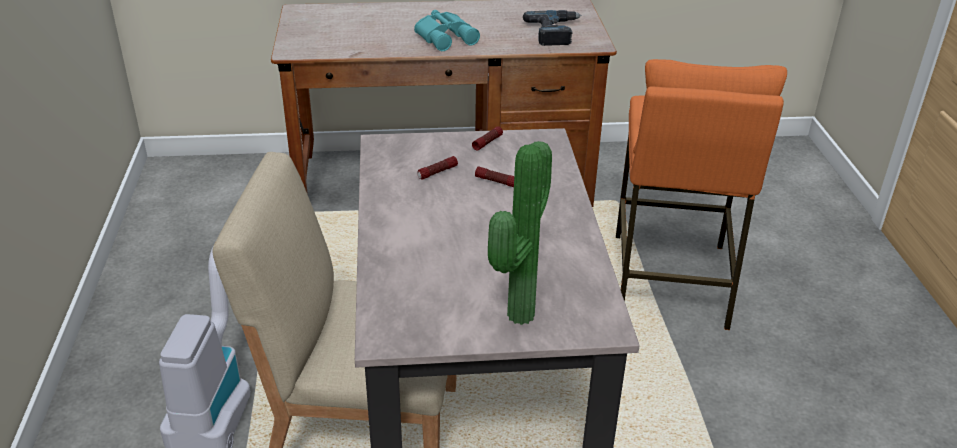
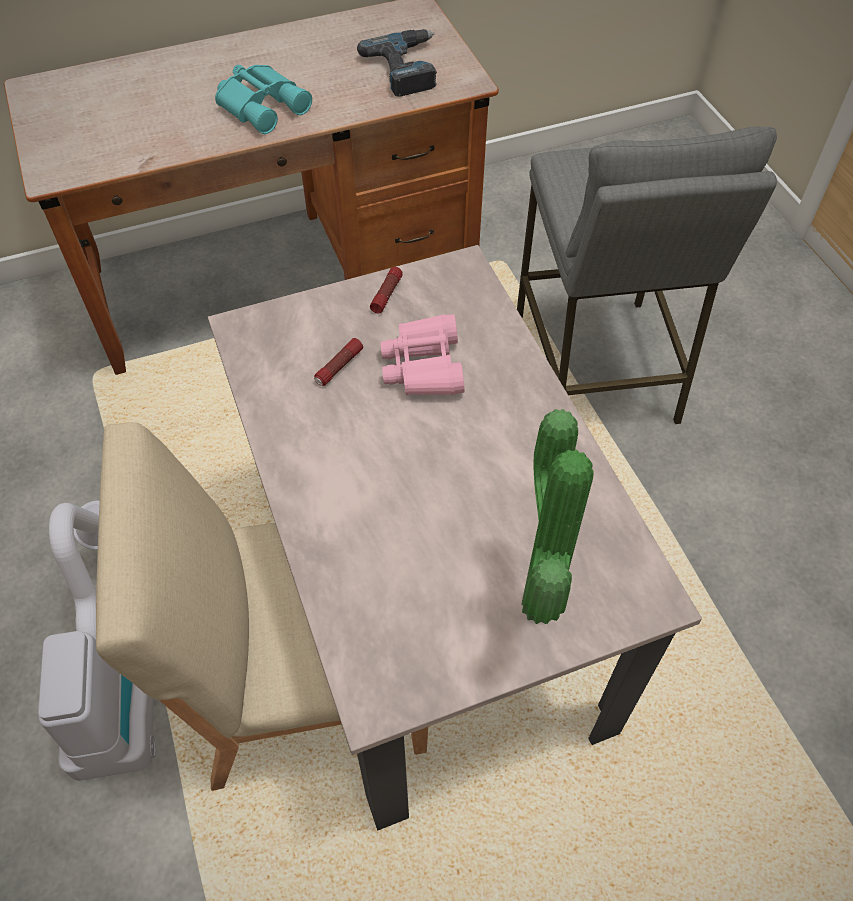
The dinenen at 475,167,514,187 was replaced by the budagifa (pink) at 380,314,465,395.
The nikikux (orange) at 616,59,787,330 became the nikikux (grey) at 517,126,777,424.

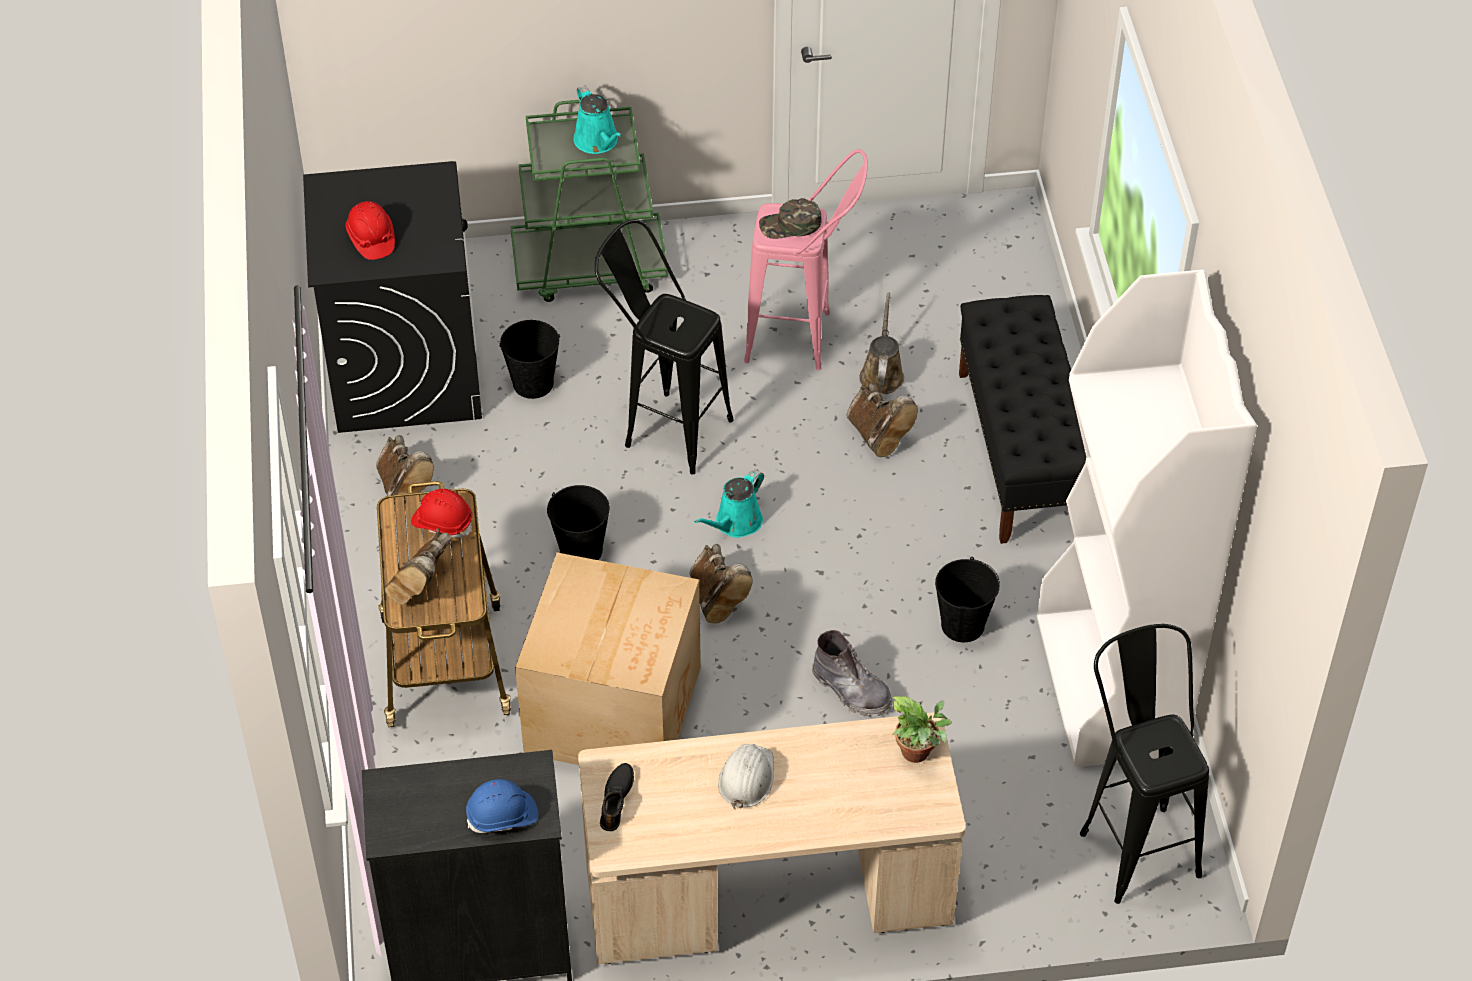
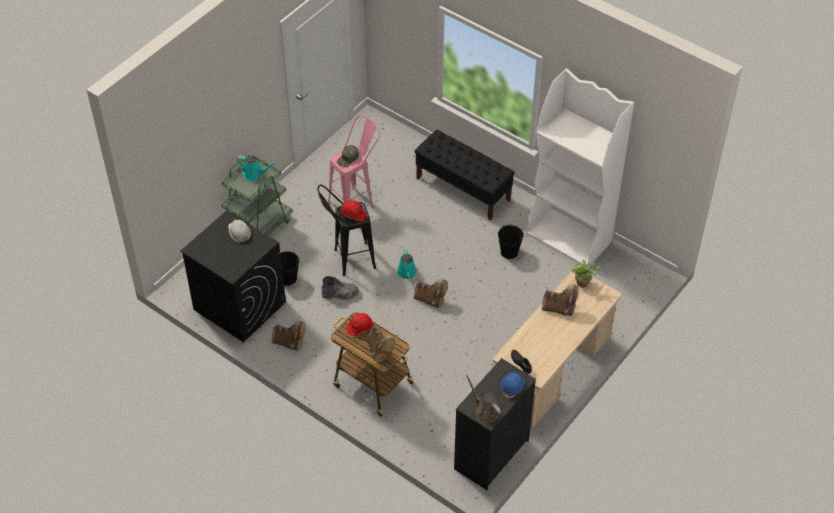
The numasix at 515,552,701,765 disappeared.
The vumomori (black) at 547,485,610,560 disappeared.
The nikikux (black) at 1080,624,1209,904 disappeared.
The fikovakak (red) moved from 345,201,395,260 to 341,200,366,222.
The fikovakak (white) moved from 718,744,774,809 to 228,220,251,242.
The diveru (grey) moved from 812,630,893,716 to 321,276,359,300.
The diveru (brown) moved from 846,383,918,457 to 542,284,579,316.
The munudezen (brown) moved from 859,293,904,394 to 466,375,501,423.

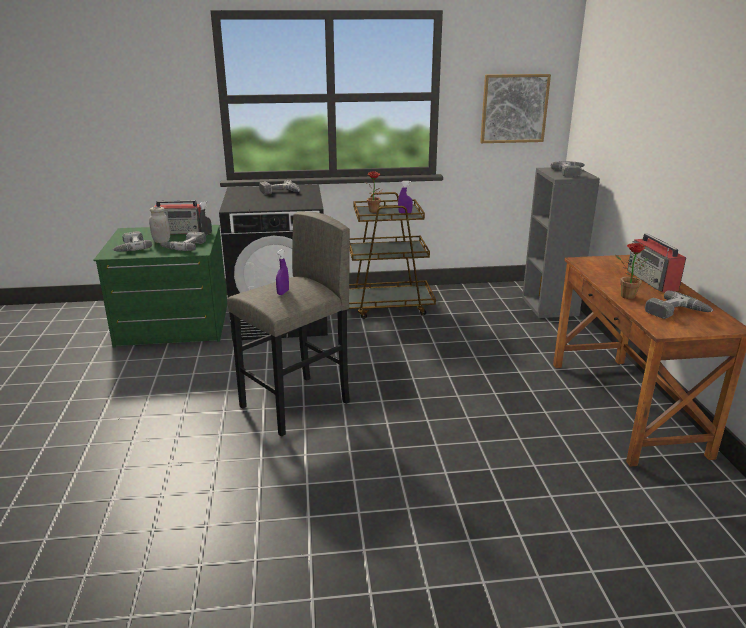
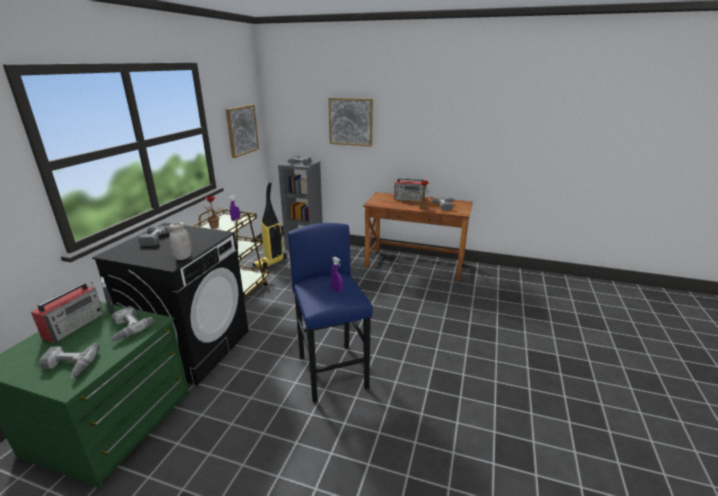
The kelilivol at 253,182,287,270 appeared.
The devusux at 328,98,373,147 appeared.
The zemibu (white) moved from 149,207,170,243 to 169,222,192,260.
The nikikux (grey) at 227,211,350,436 became the nikikux (blue) at 288,223,373,403.

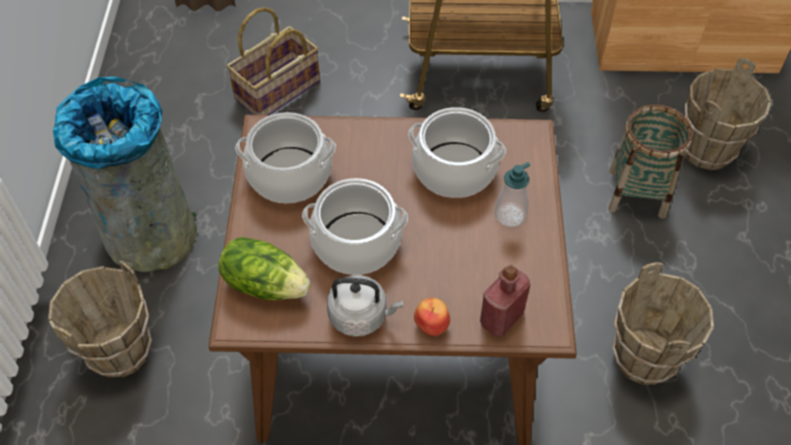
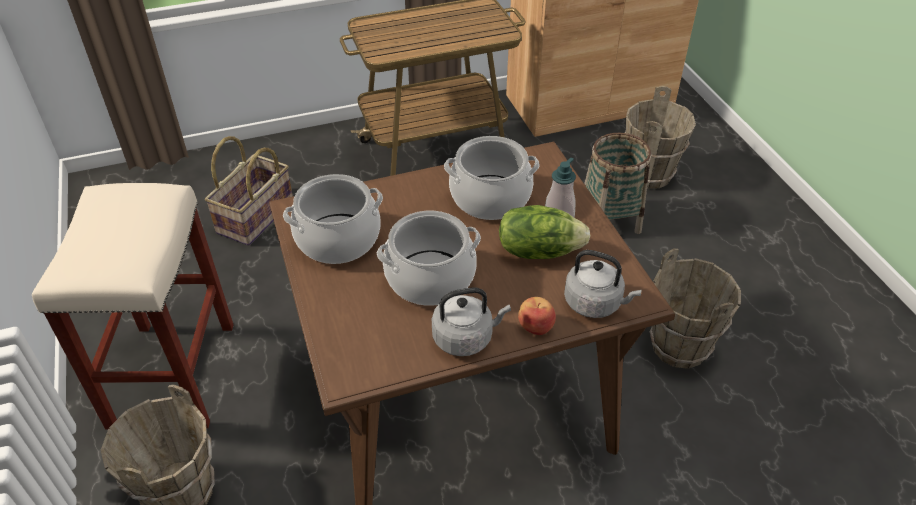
The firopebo moved from 218,237,311,300 to 499,205,590,259.
The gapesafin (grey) at 53,76,197,272 was replaced by the nikikux (beige) at 32,183,234,430.
The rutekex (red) at 480,265,531,337 was replaced by the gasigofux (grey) at 564,250,642,318.

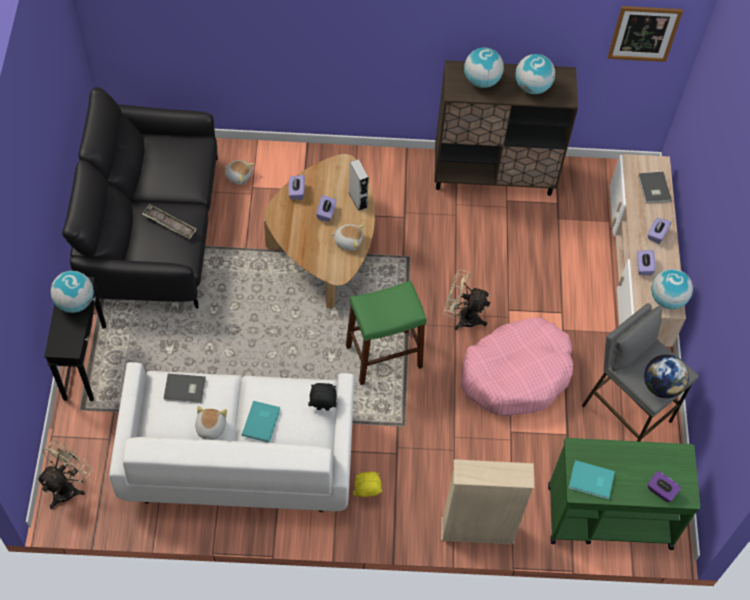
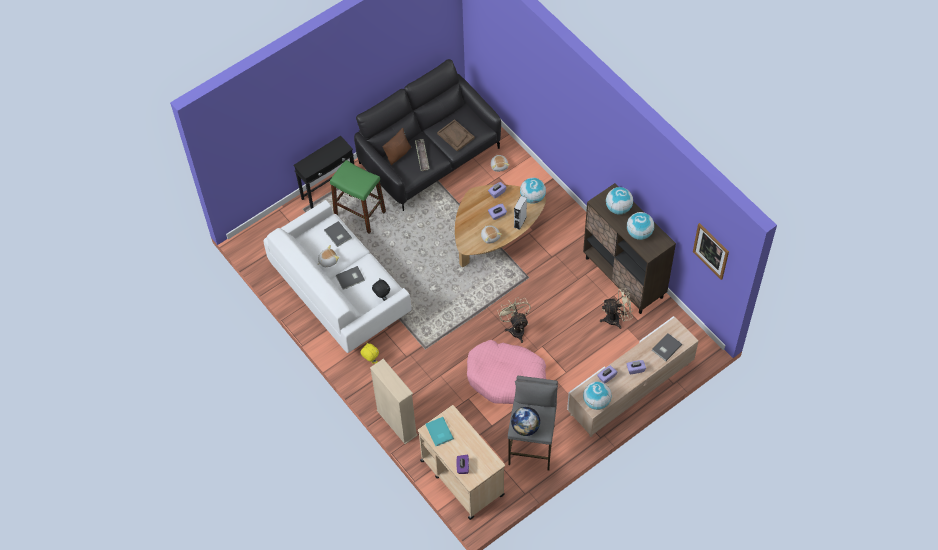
The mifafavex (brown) at 382,128,411,165 appeared.
The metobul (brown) at 437,119,475,152 appeared.
The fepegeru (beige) moved from 37,440,92,509 to 600,288,633,329.
The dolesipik moved from 50,271,94,313 to 520,178,546,204.
The nikikux (green) moved from 346,281,427,385 to 330,160,386,233.
The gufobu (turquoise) at 242,401,280,443 became the gufobu (grey) at 336,266,365,290.
The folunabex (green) at 548,438,700,550 became the folunabex (beige) at 418,405,505,520.

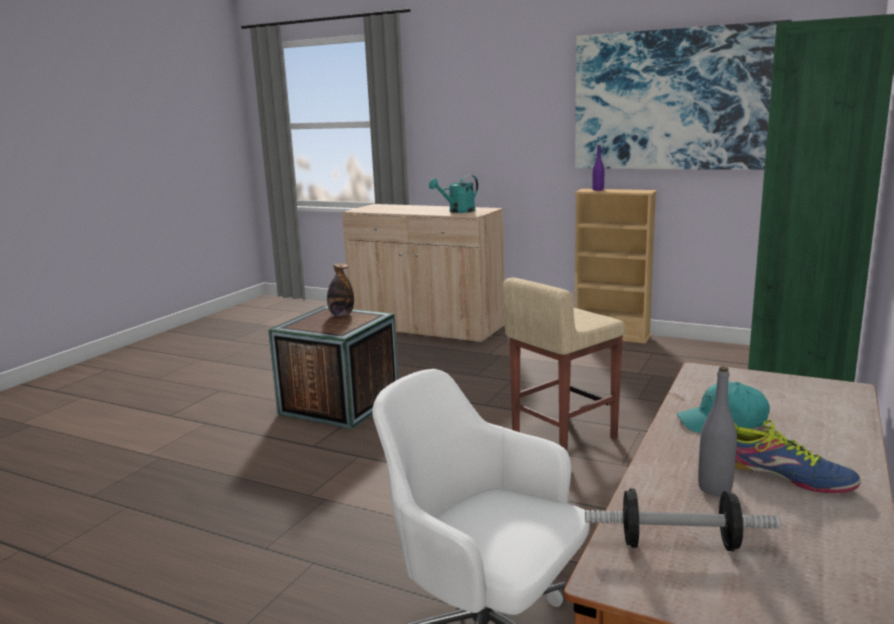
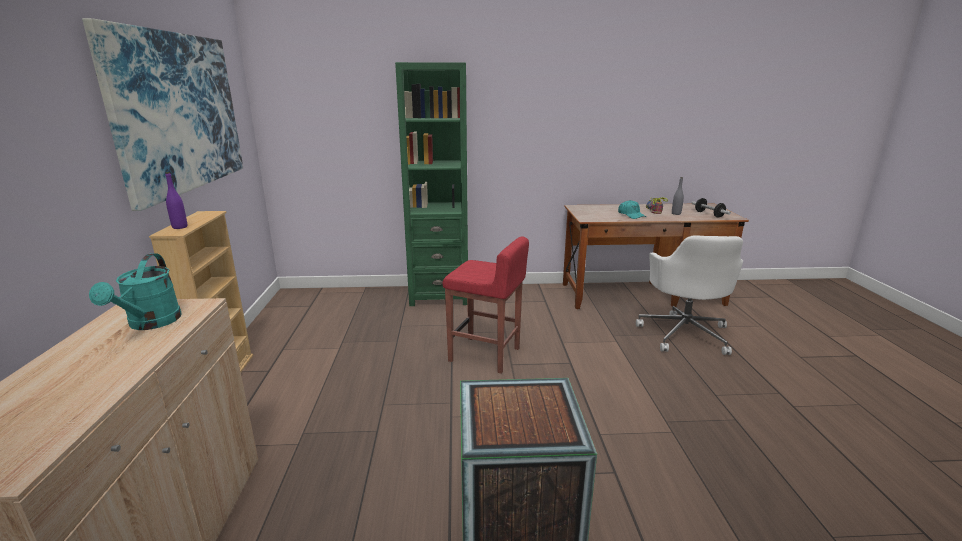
The rutekex at 327,263,354,316 disappeared.
The nikikux (beige) at 502,277,626,452 became the nikikux (red) at 443,236,529,374.
The munudezen (turquoise) at 429,175,478,213 turned 60 degrees clockwise.

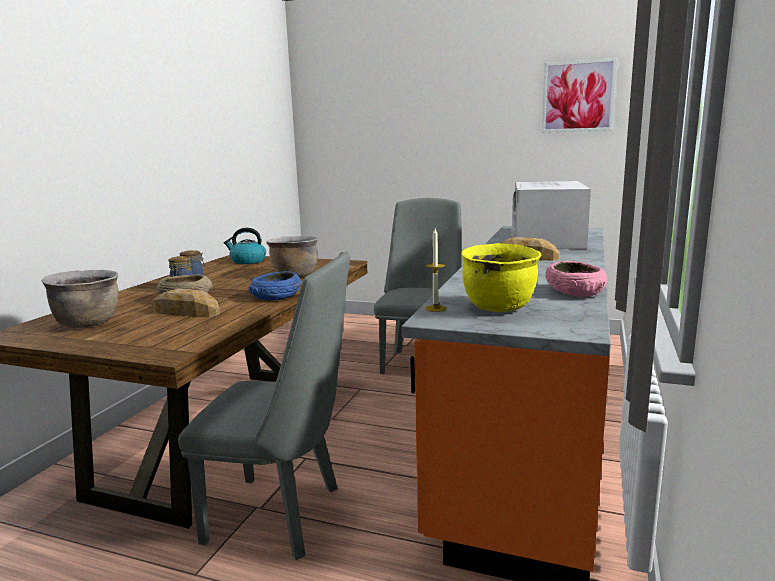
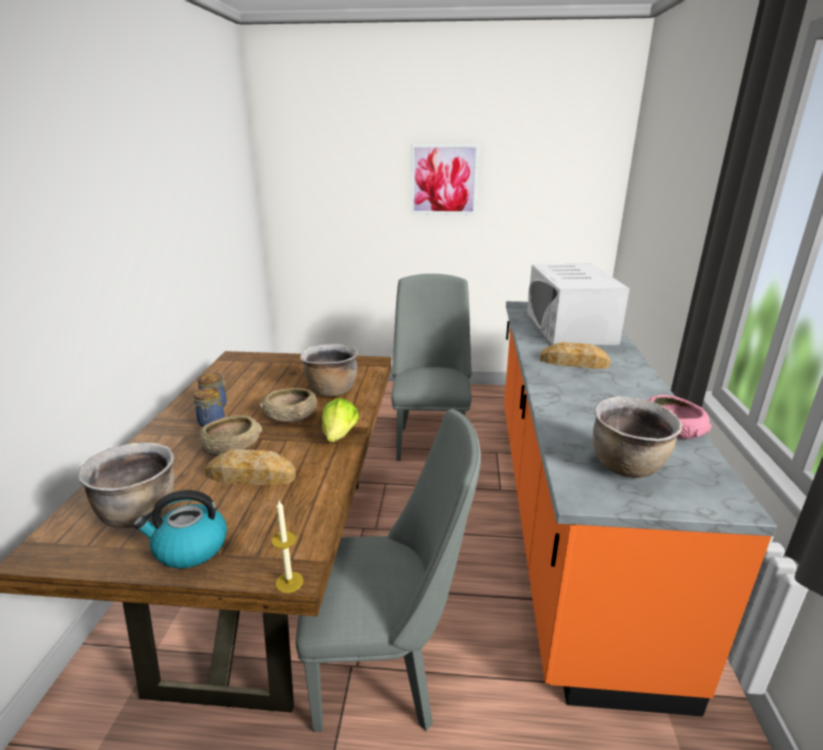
The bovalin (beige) at 260,388,317,423 appeared.
The gasigofux moved from 224,228,266,264 to 133,490,227,568.
The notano moved from 425,228,447,312 to 272,501,303,593.
The devusux moved from 542,58,617,133 to 411,144,479,215.
The bovalin (blue) at 248,271,301,300 was replaced by the firopebo at 322,398,359,442.
The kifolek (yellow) at 461,243,541,312 became the kifolek (brown) at 593,396,682,478.

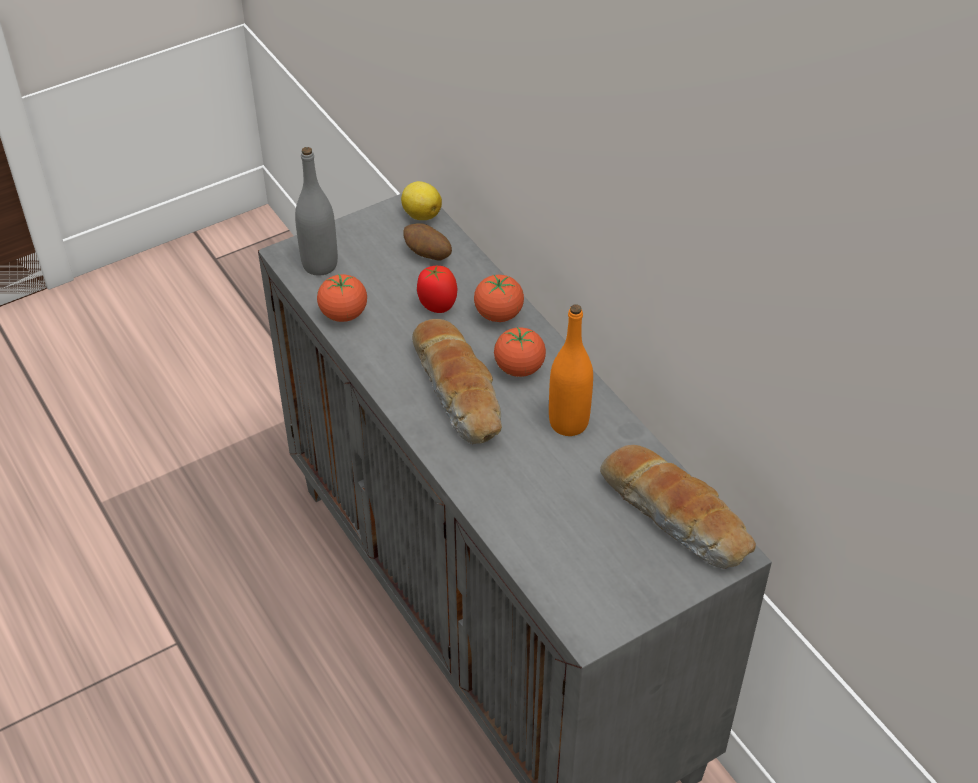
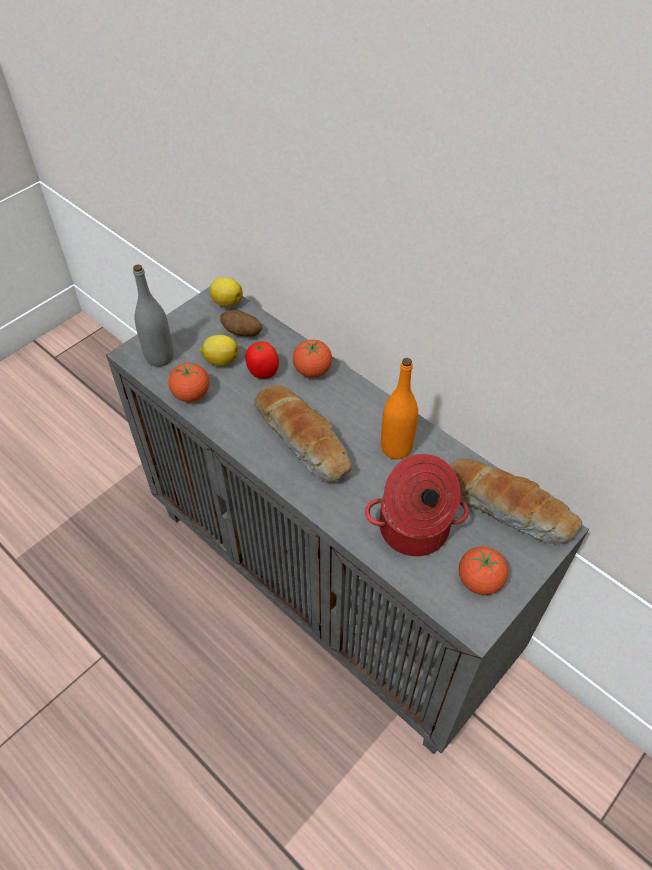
The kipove at 200,335,238,366 appeared.
The kifolek at 365,454,469,556 appeared.
The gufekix moved from 494,327,546,377 to 459,547,508,595.

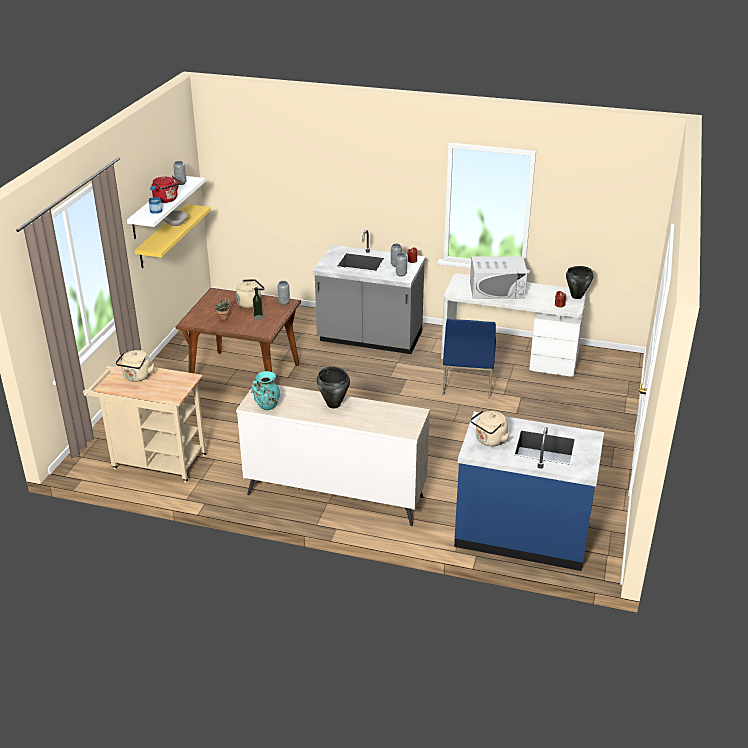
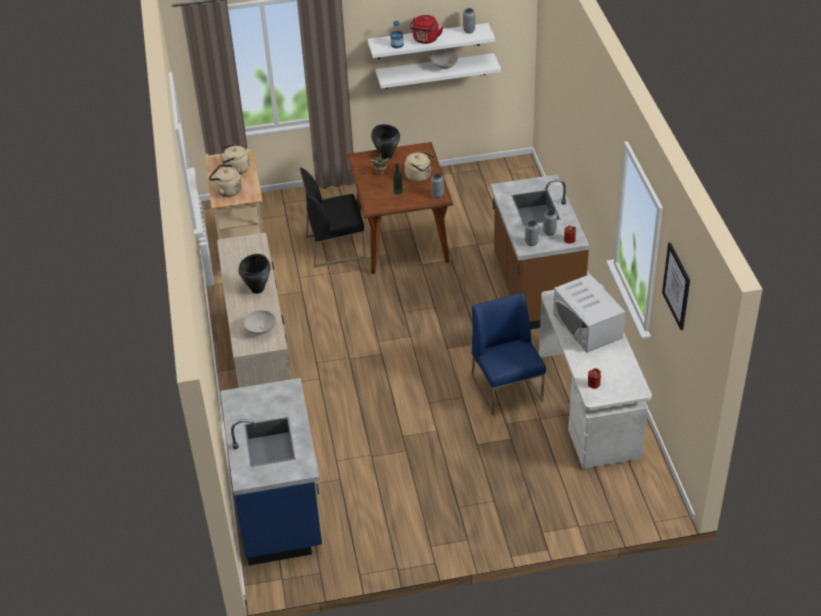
The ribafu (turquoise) at 250,371,280,410 disappeared.
The bovalin (white) at 243,310,275,335 appeared.
The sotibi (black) at 300,168,366,267 appeared.
The devusux at 662,243,690,330 appeared.
The gasigofux (beige) moved from 470,410,510,446 to 209,164,242,197.
The kifolek (black) moved from 566,266,593,299 to 371,124,400,159.
The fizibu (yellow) at 135,204,211,268 became the fizibu (white) at 376,53,501,89.
The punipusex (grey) at 313,230,426,354 became the punipusex (brown) at 490,175,589,329.
The sotibi (blue) at 443,319,496,398 turned 90 degrees clockwise.

